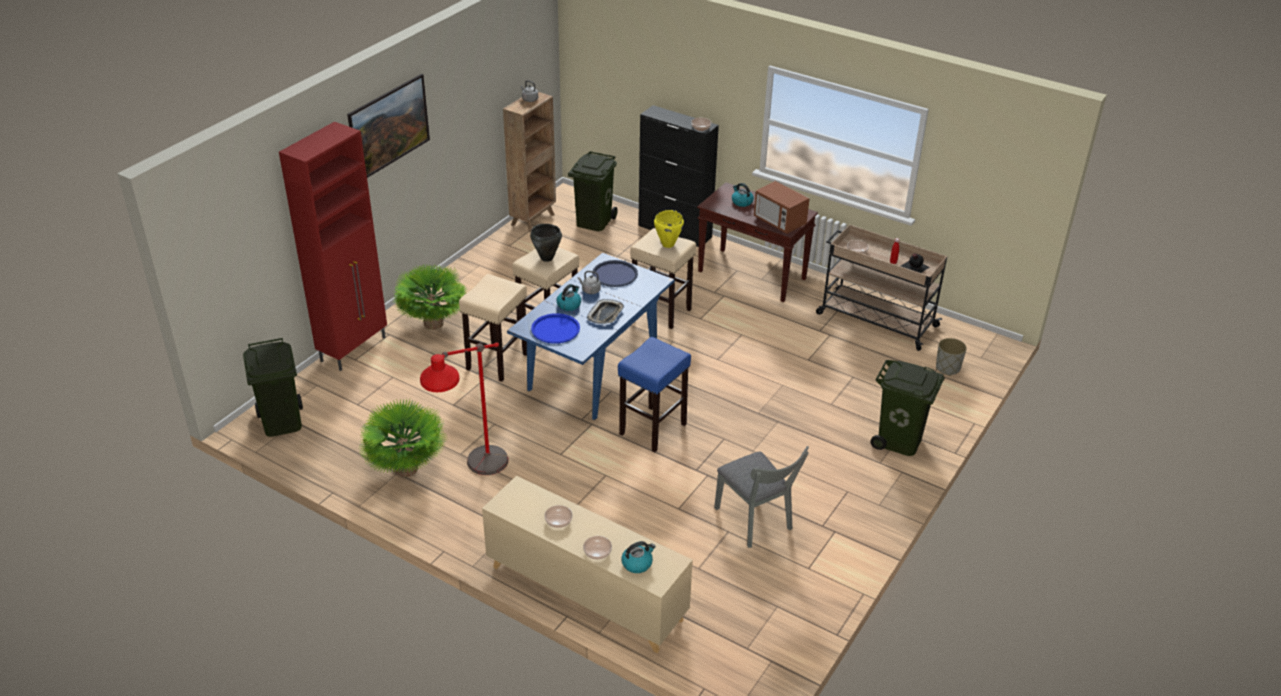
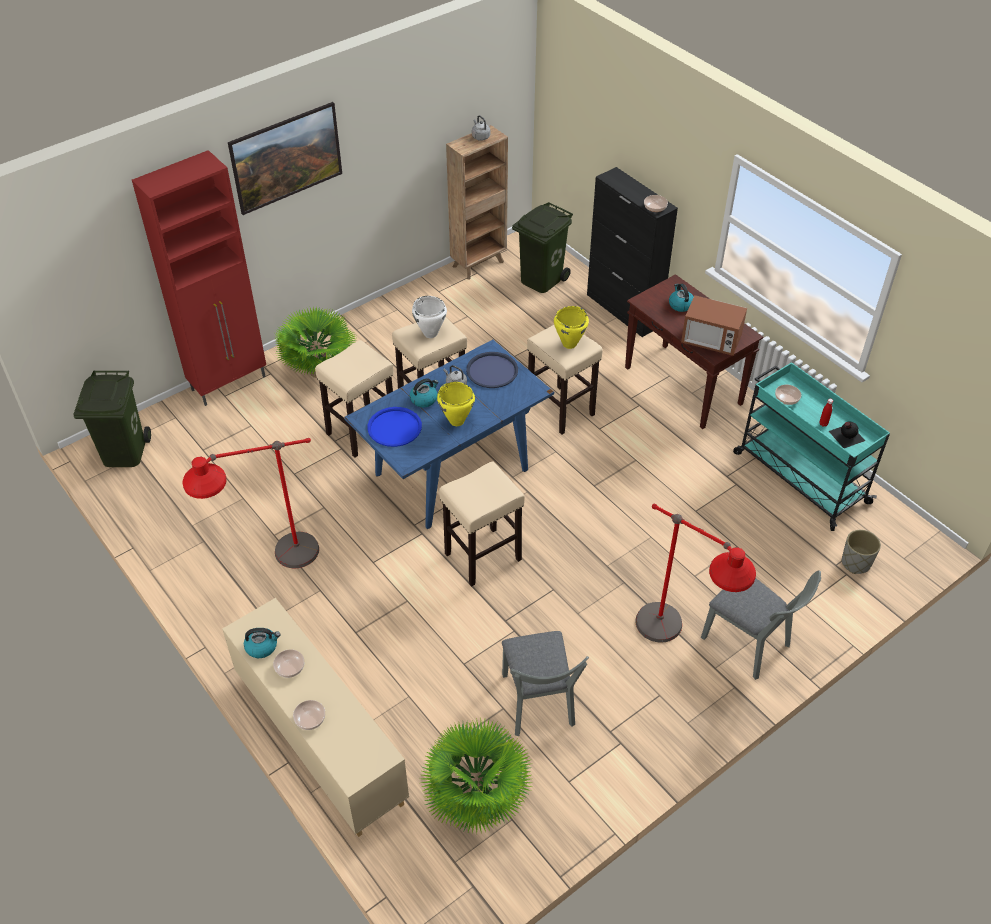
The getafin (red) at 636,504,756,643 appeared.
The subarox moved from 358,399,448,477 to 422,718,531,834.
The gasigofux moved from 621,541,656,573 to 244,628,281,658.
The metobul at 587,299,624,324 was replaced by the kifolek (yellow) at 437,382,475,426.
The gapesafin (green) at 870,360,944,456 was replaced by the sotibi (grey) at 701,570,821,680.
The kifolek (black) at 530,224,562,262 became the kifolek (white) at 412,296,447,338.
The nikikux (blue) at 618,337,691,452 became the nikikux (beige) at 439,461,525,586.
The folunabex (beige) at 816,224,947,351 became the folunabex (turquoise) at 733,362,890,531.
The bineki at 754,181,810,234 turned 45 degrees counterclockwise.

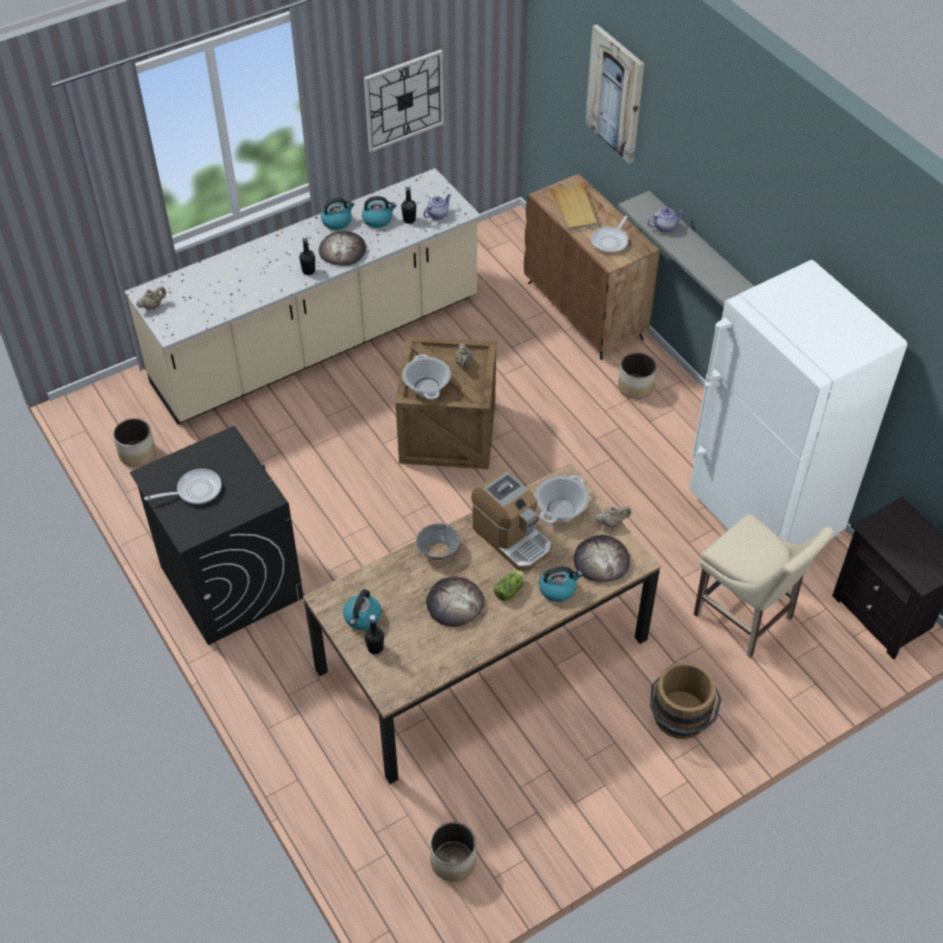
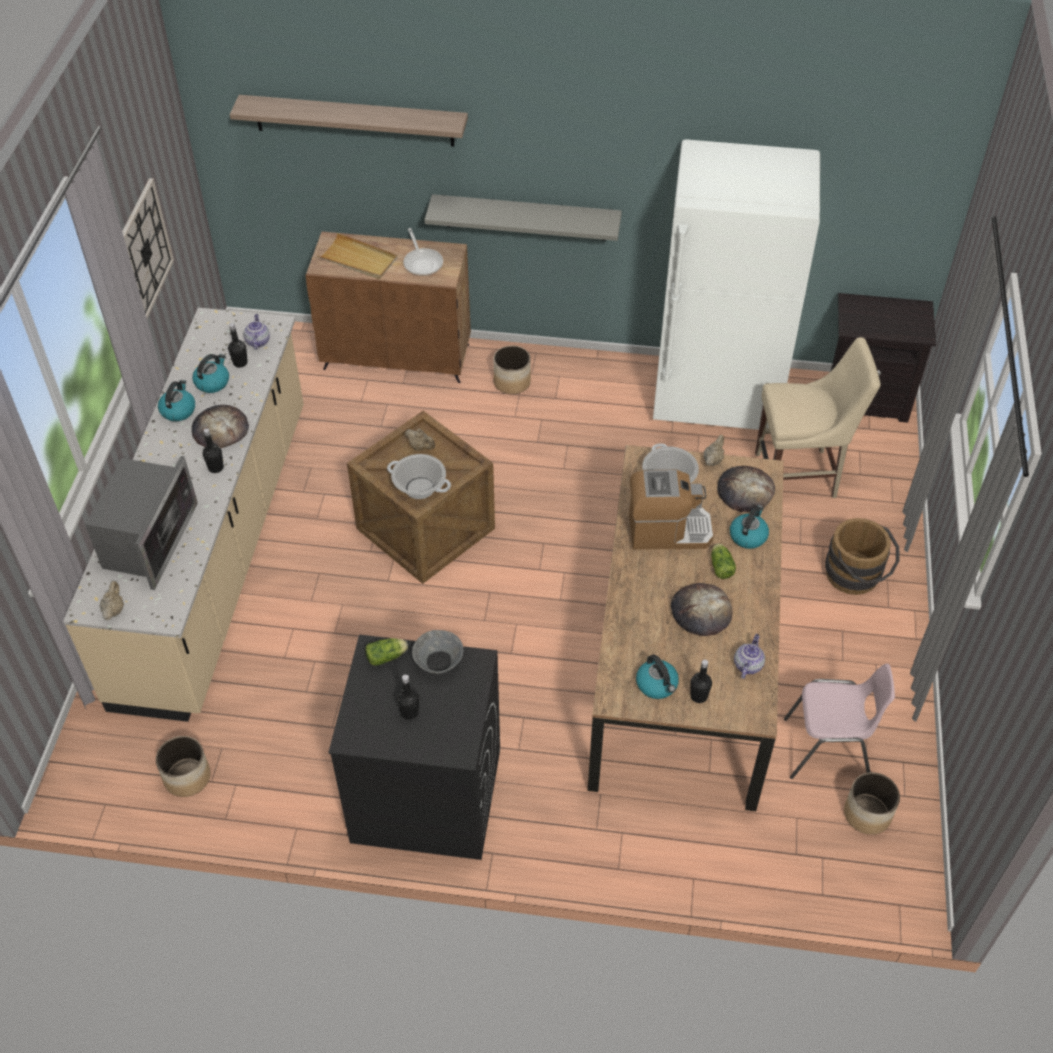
The bineki at 85,456,198,590 appeared.
The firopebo at 365,638,408,666 appeared.
The sotibi (pink) at 784,664,895,779 appeared.
The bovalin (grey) moved from 416,523,460,560 to 412,630,463,674.
The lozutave moved from 647,208,684,232 to 734,634,765,679.
The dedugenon at 144,469,221,504 was replaced by the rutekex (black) at 397,674,419,720.
The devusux at 585,24,644,164 was replaced by the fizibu at 230,95,468,147.

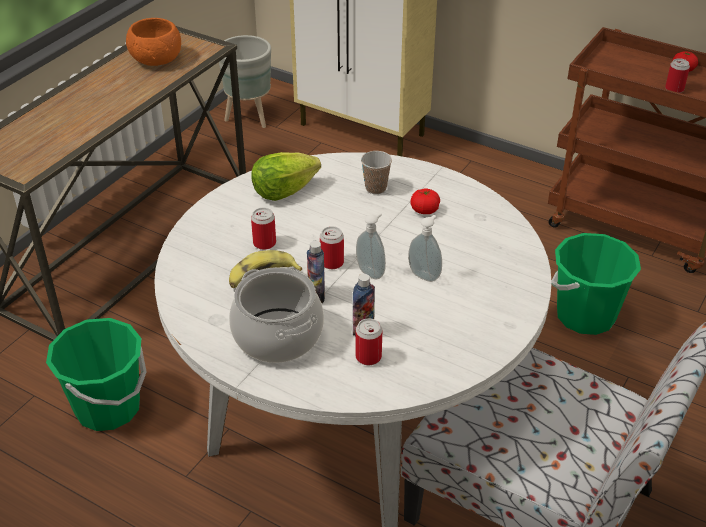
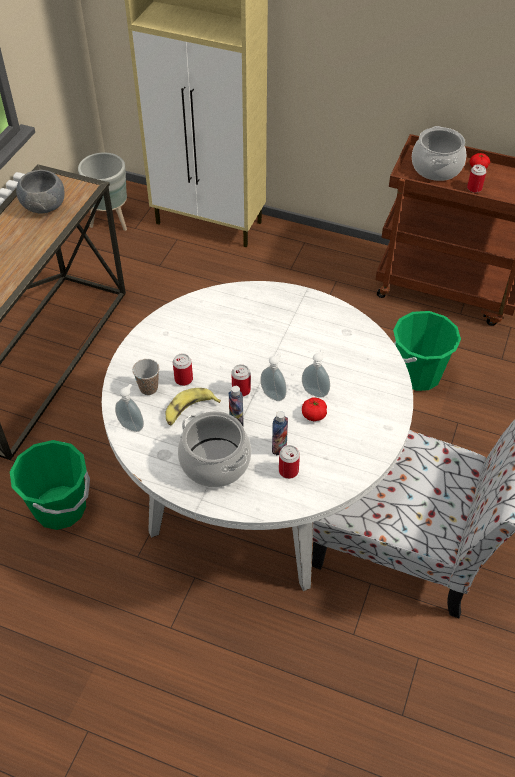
The firopebo at 251,152,321,201 disappeared.
The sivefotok at 115,384,144,432 appeared.
The kifolek at 412,126,466,181 appeared.
The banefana moved from 361,151,392,194 to 132,359,159,395.
The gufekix moved from 410,188,440,214 to 302,397,327,421.
The bovalin (orange) at 126,18,181,66 became the bovalin (grey) at 16,170,64,213.

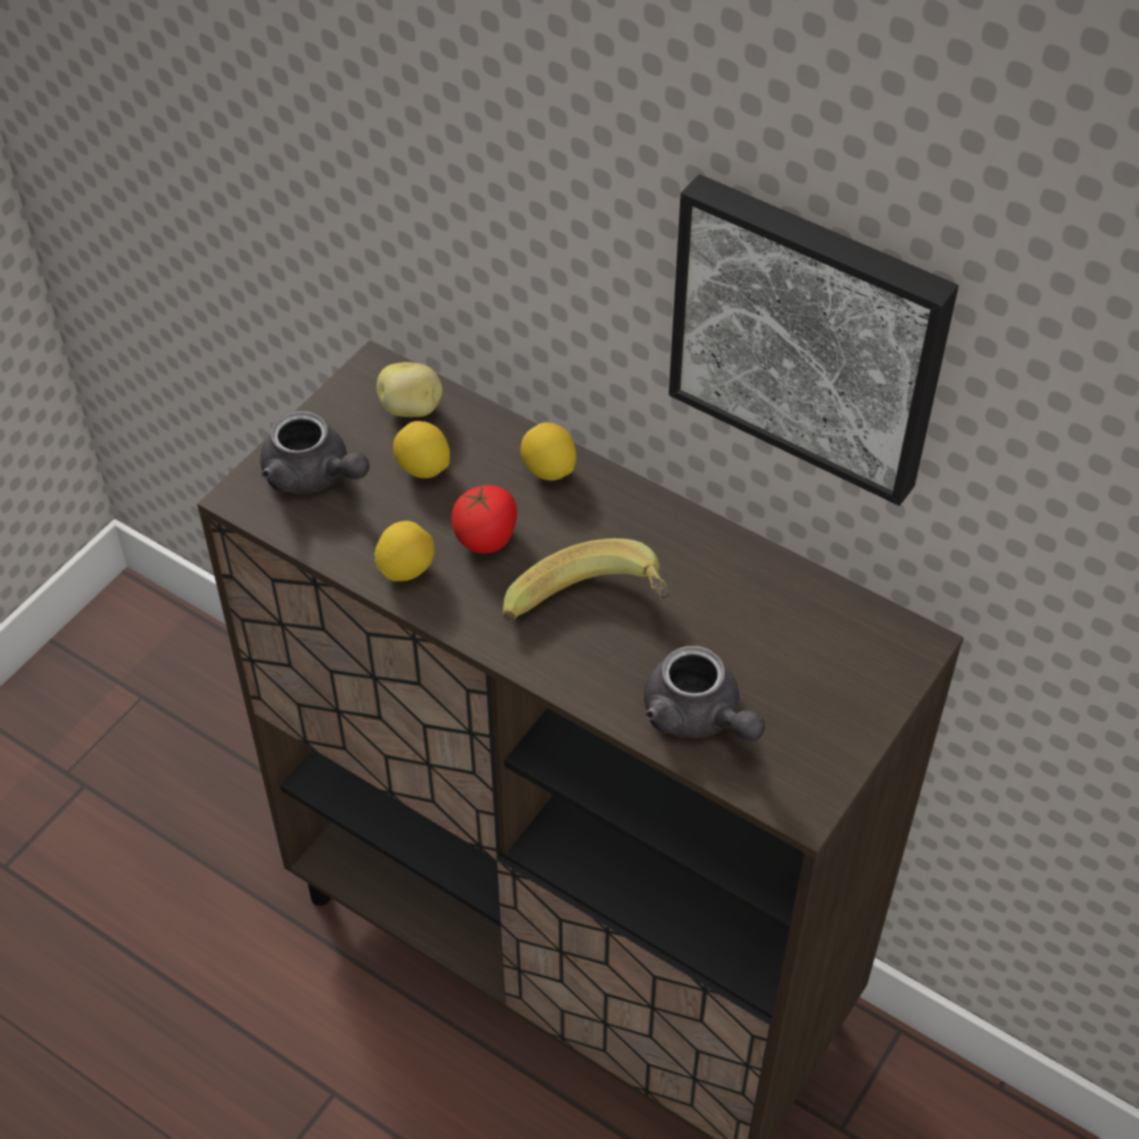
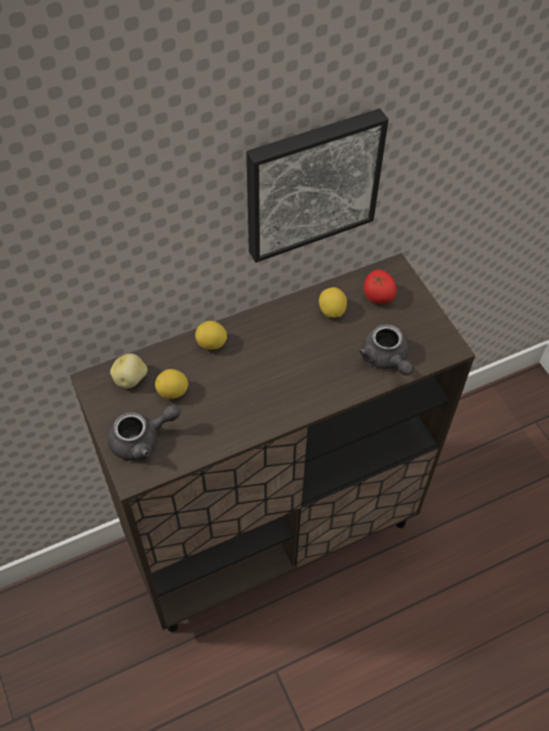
The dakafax at 503,538,669,621 disappeared.
The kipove moved from 374,521,435,581 to 319,287,347,318.
The gufekix moved from 451,485,517,553 to 364,270,397,304.
The lozutave (grey) at 644,646,765,741 turned 75 degrees clockwise.

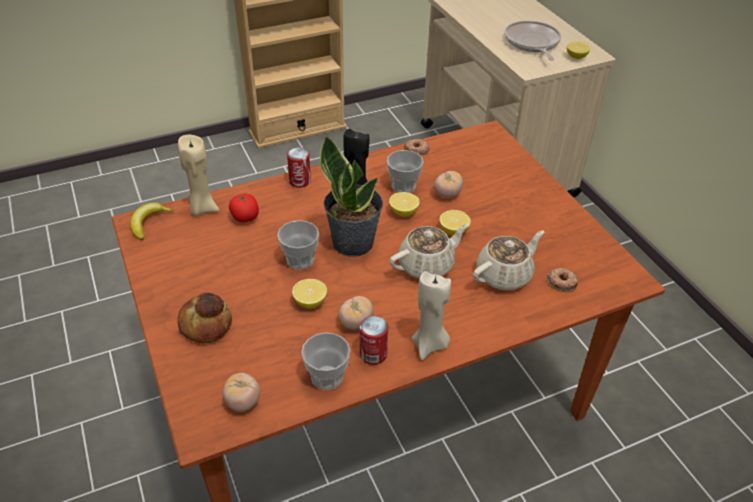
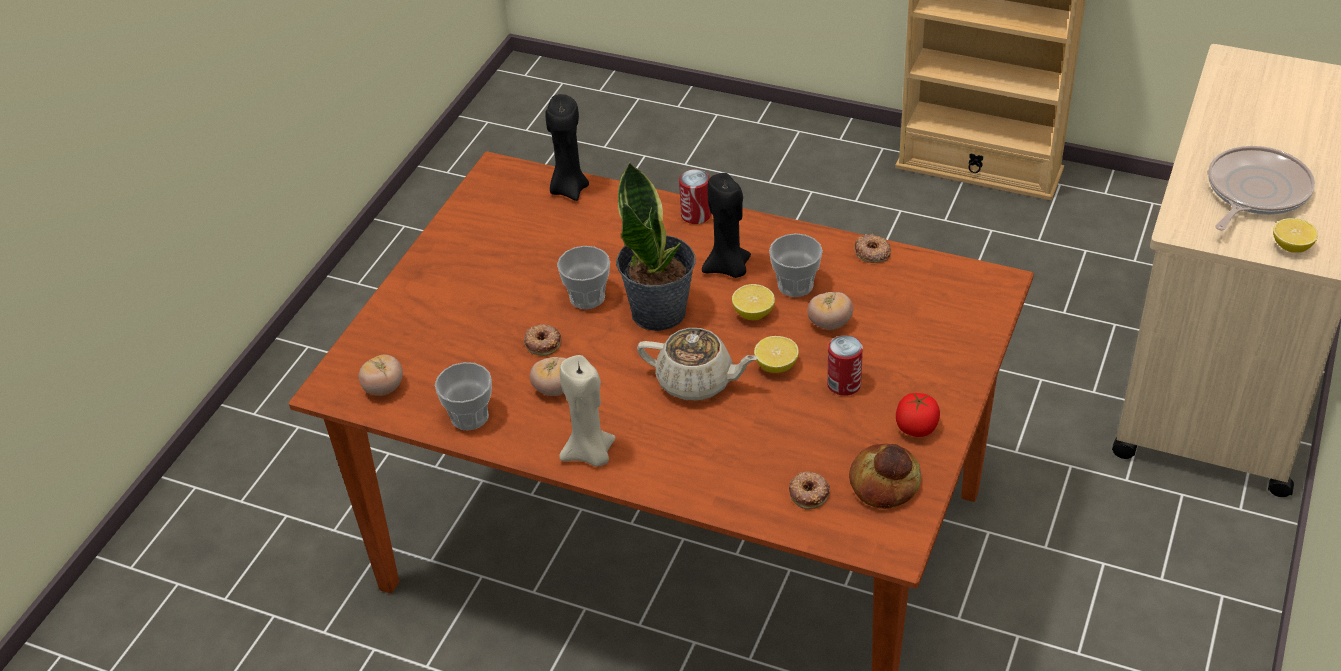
The dakafax at 131,203,174,240 disappeared.
The lozutave (beige) at 473,230,544,290 disappeared.
The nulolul moved from 177,293,232,343 to 849,444,921,509.
The gufekix moved from 229,193,259,222 to 896,393,940,437.
The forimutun moved from 360,316,388,365 to 827,335,863,396.
The kipove at 292,279,327,309 was replaced by the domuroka at 524,324,561,356.
The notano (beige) at 178,135,219,216 became the notano (black) at 545,94,589,201.

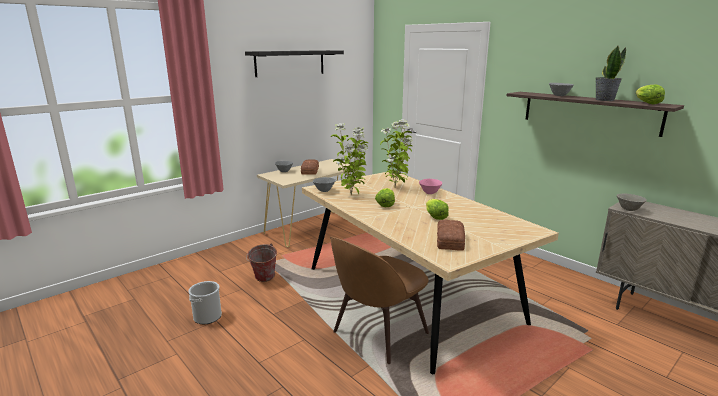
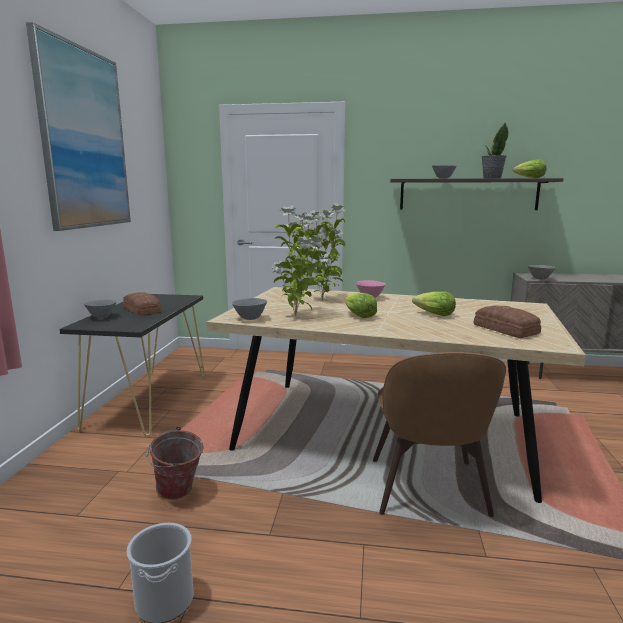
The fizibu (black) at 245,50,344,77 was replaced by the devusux at 26,22,131,231.
The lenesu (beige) at 257,159,357,247 became the lenesu (black) at 59,294,205,436.

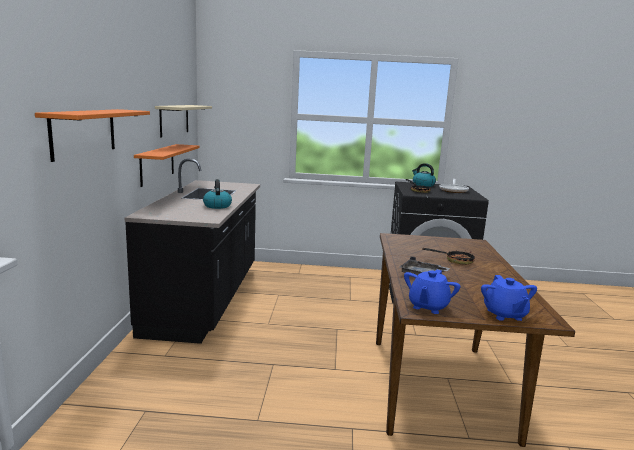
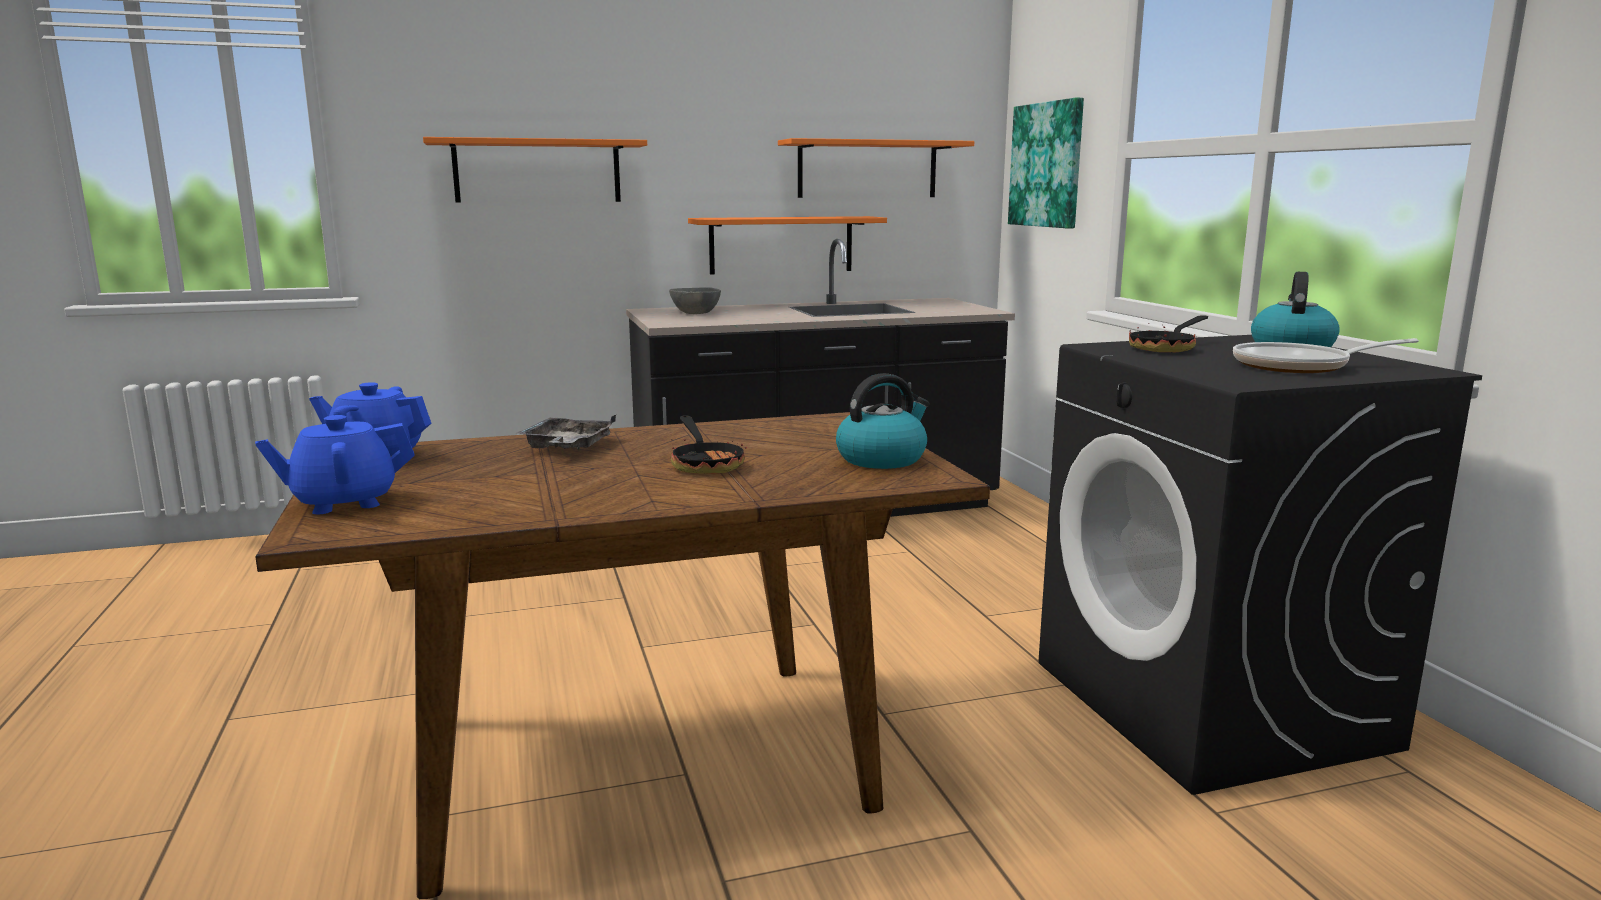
The bovalin (grey) at 669,287,721,314 appeared.
The devusux at 1008,98,1084,228 appeared.
The gasigofux moved from 203,179,232,209 to 836,373,929,469.
The fizibu (beige) at 155,105,212,137 became the fizibu (orange) at 778,138,974,198.

